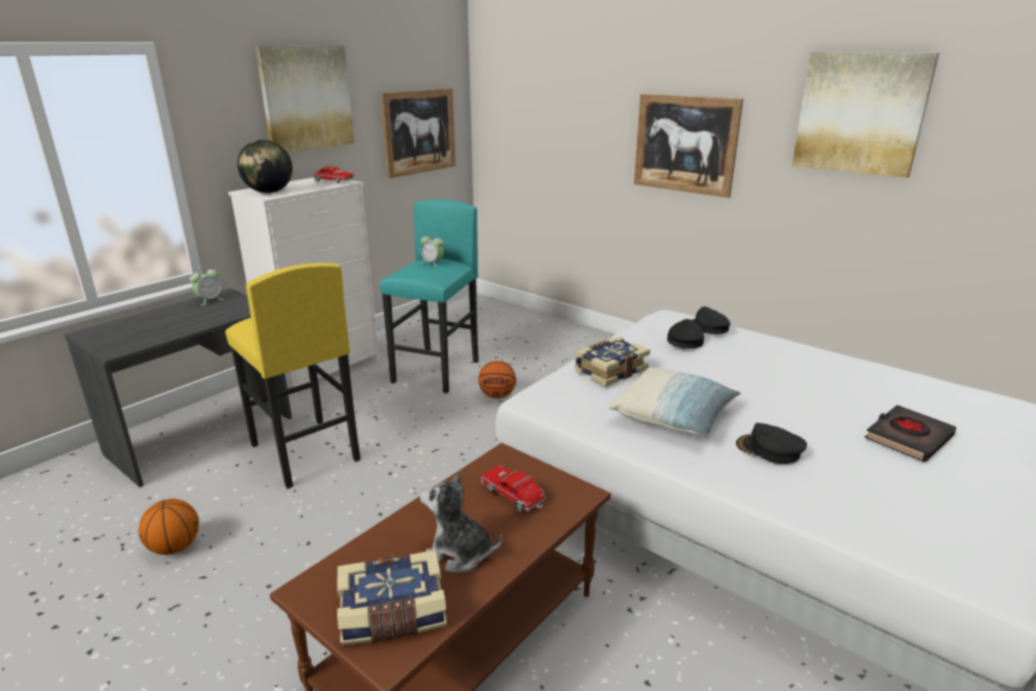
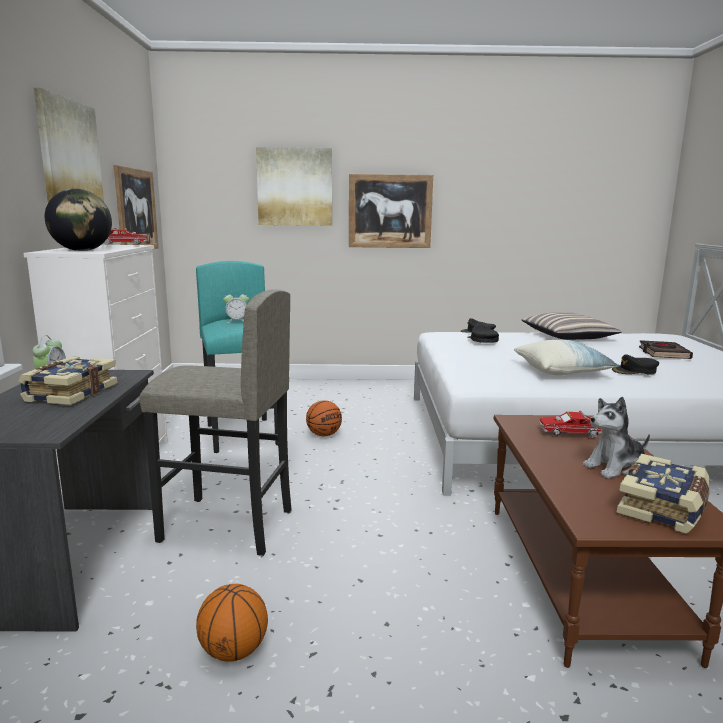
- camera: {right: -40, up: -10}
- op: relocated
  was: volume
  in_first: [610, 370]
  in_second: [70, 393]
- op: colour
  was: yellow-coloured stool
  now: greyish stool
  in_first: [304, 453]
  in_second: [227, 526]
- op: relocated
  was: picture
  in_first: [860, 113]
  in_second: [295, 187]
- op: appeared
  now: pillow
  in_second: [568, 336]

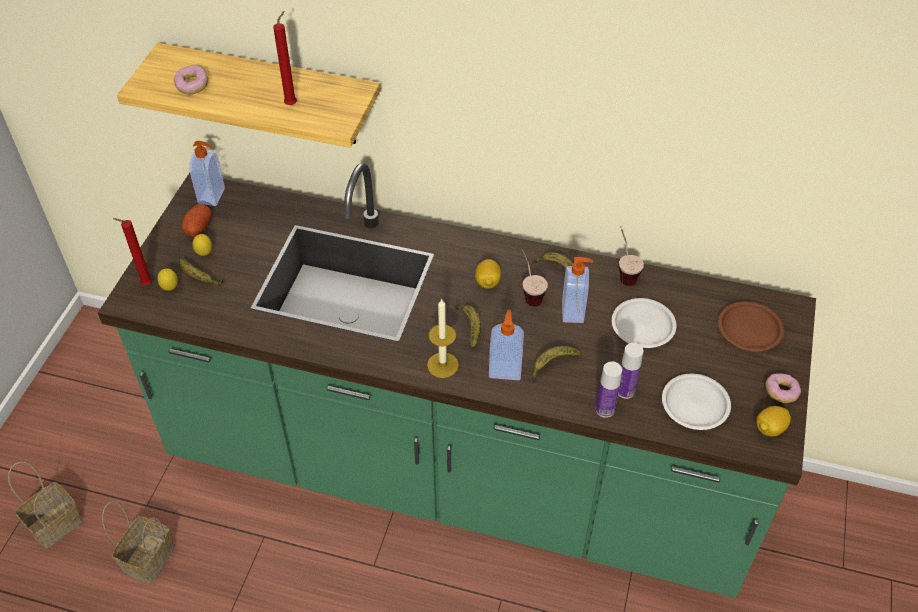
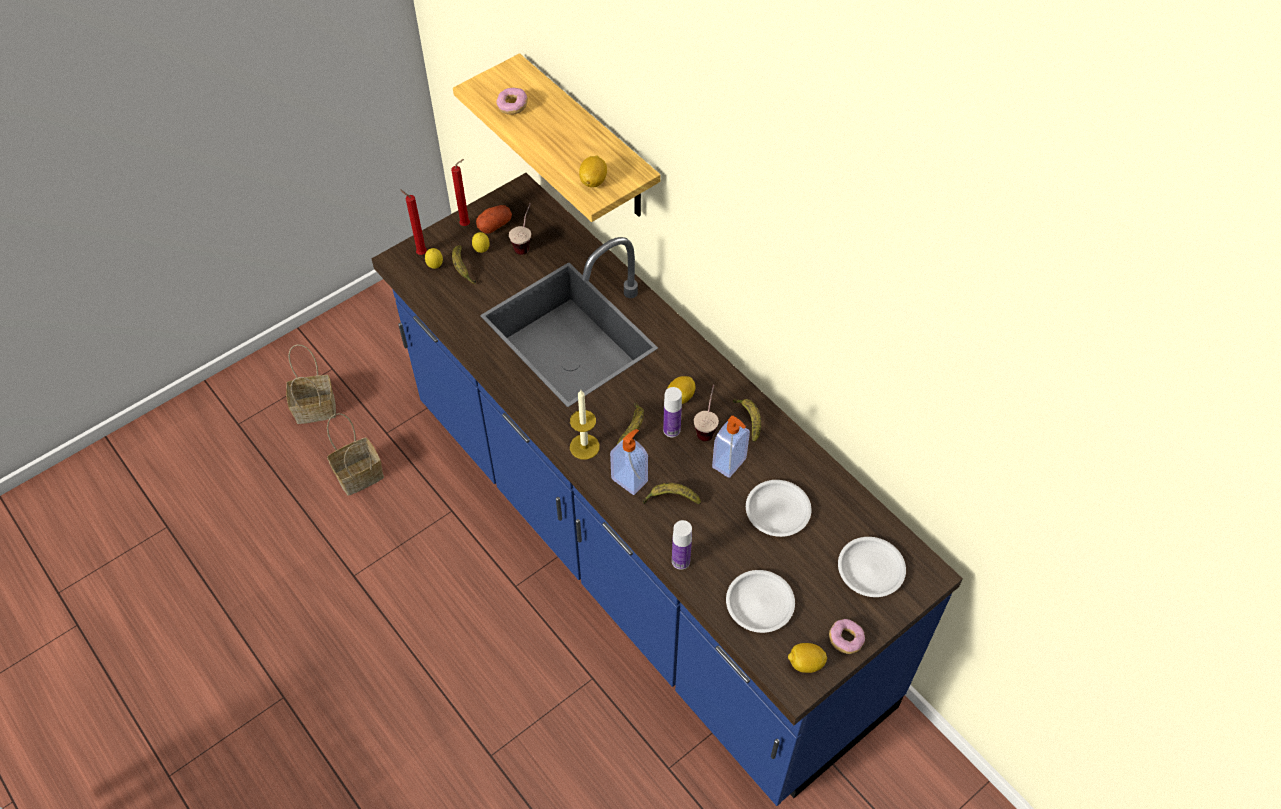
- camera: {right: 35, up: 5}
- op: colour
  was: green-coloured counter
  now: blue-coloured counter
  in_first: [459, 473]
  in_second: [640, 553]
- op: relocated
  was: reddish candle
  in_first: [292, 104]
  in_second: [467, 224]
- op: relocated
  was: cup
  in_first: [624, 272]
  in_second: [525, 243]
- op: appeared
  now: lemon
  in_second: [593, 181]
- op: relocated
  was: drink bottle
  in_first: [625, 391]
  in_second: [671, 430]
- op: colour
  was: brownish flat dish
  now: white flat dish
  in_first: [749, 329]
  in_second: [870, 569]
- op: missing
  was: liquid soap bottle
  in_first: [212, 196]

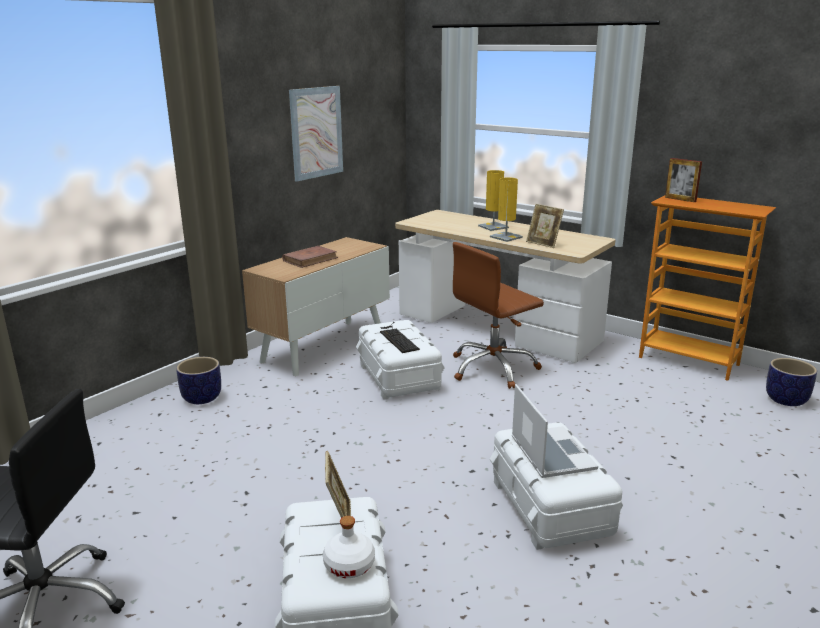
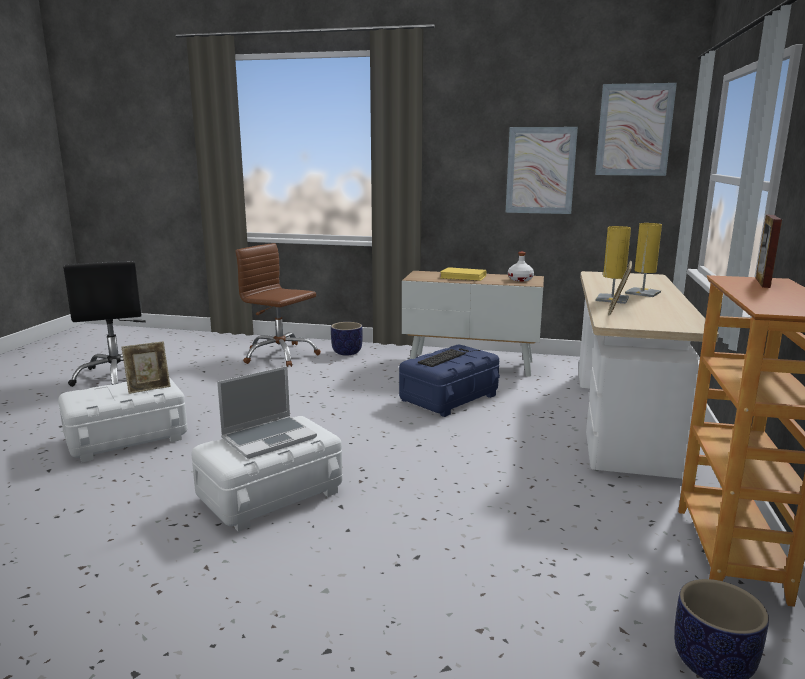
- camera: {right: 65, up: -5}
- op: relocated
  was: brownish computer chair
  in_first: [493, 368]
  in_second: [280, 355]
- op: colour
  was: white storage container
  now: blue-coloured storage container
  in_first: [399, 377]
  in_second: [449, 398]
- op: colour
  was: brownish volume
  now: yellow-coloured volume
  in_first: [310, 259]
  in_second: [463, 277]
- op: relocated
  was: white drink bottle
  in_first: [349, 565]
  in_second: [520, 279]
- op: appeared
  now: picture
  in_second: [634, 130]

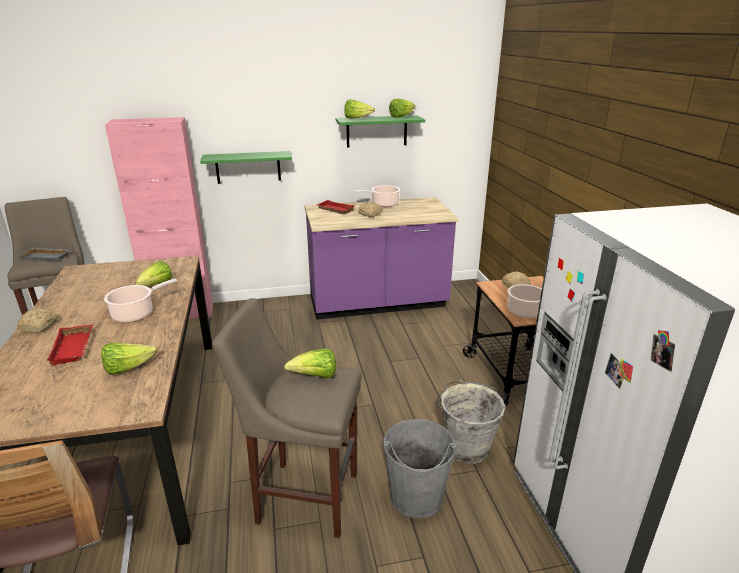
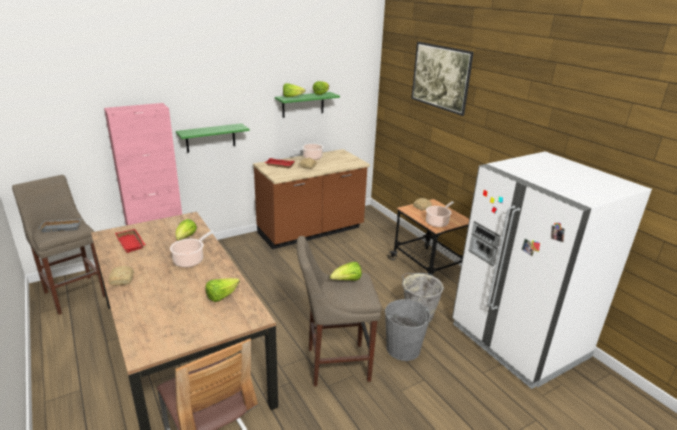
- camera: {right: -20, up: 0}
- op: relocated
  was: reddish serving tray
  in_first: [74, 348]
  in_second: [132, 243]
- op: colour
  was: purple counter
  now: brownish counter
  in_first: [378, 304]
  in_second: [311, 232]
- op: appeared
  now: picture
  in_second: [438, 92]

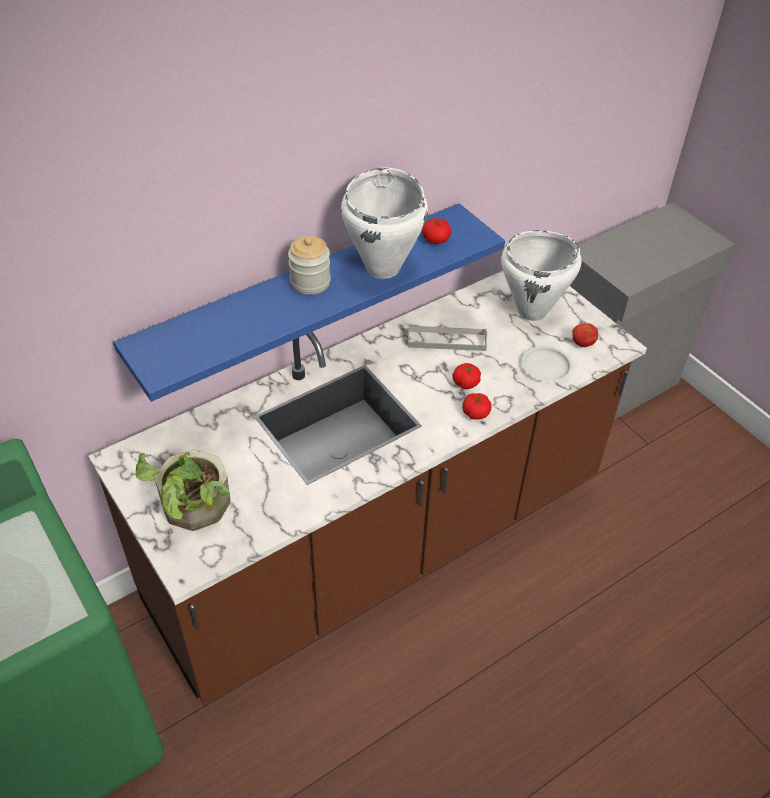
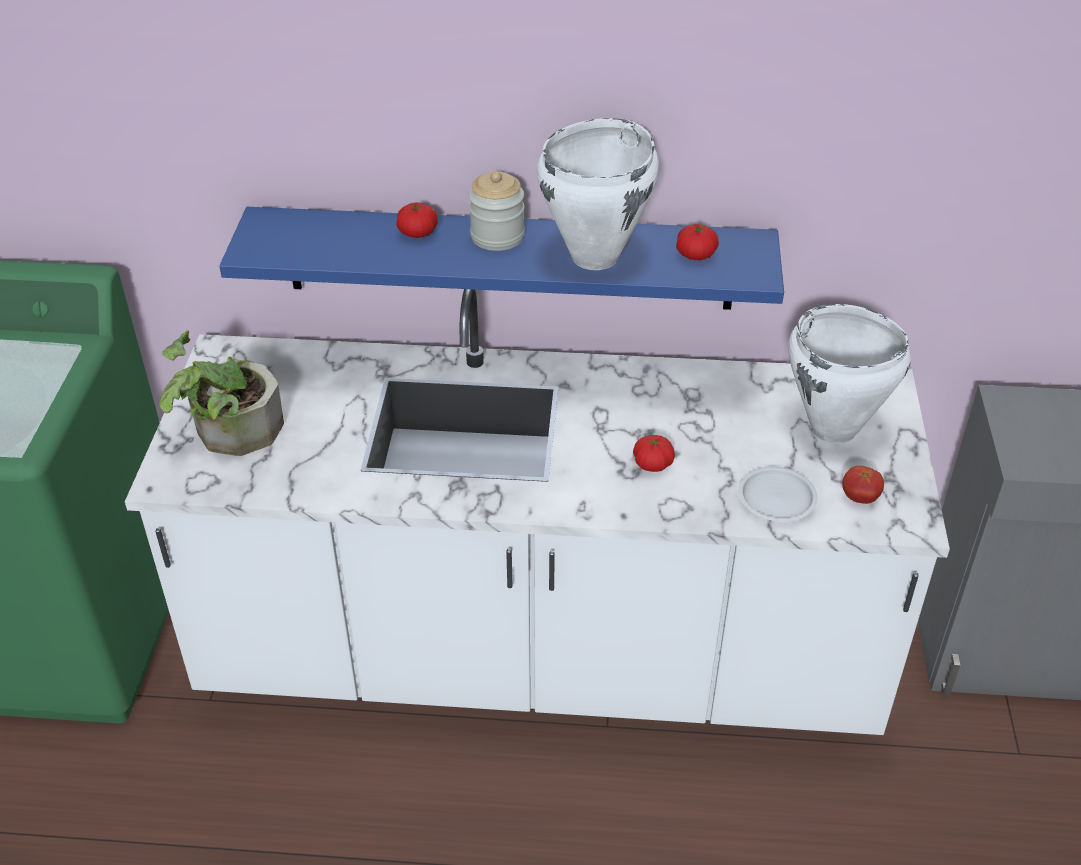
- camera: {right: 40, up: -5}
- op: colour
  was: brownish counter
  now: white counter
  in_first: [380, 543]
  in_second: [540, 656]
- op: relocated
  was: fresh tomato
  in_first: [475, 413]
  in_second: [417, 233]
- op: missing
  was: greyish serving tray
  in_first: [446, 340]

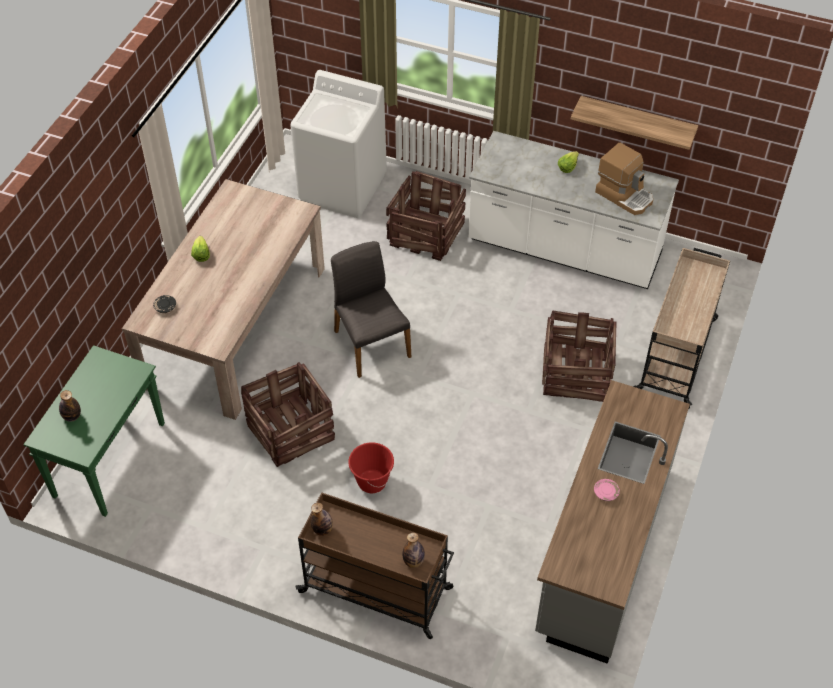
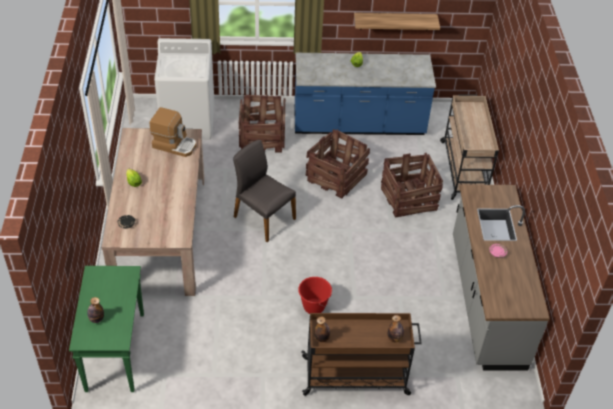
- camera: {right: -25, up: -5}
- op: relocated
  was: coffee machine
  in_first: [624, 195]
  in_second: [174, 145]
- op: colour
  was: white counter
  now: blue-coloured counter
  in_first: [564, 249]
  in_second: [358, 124]
- op: relocated
  was: packing crate
  in_first: [291, 431]
  in_second: [336, 177]

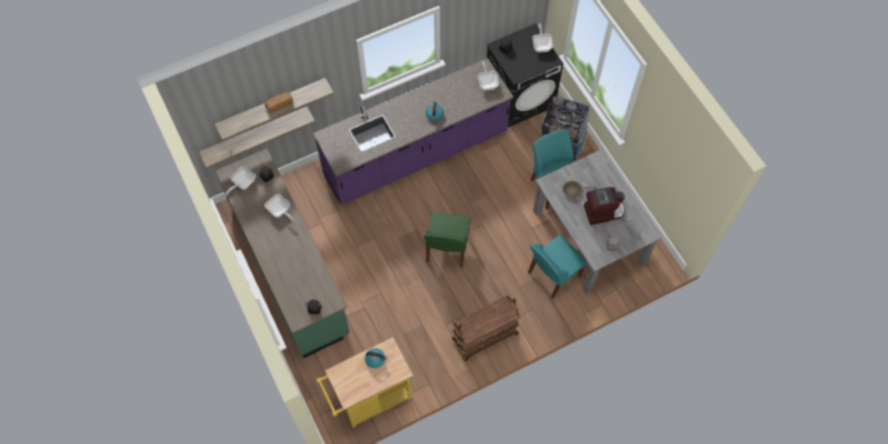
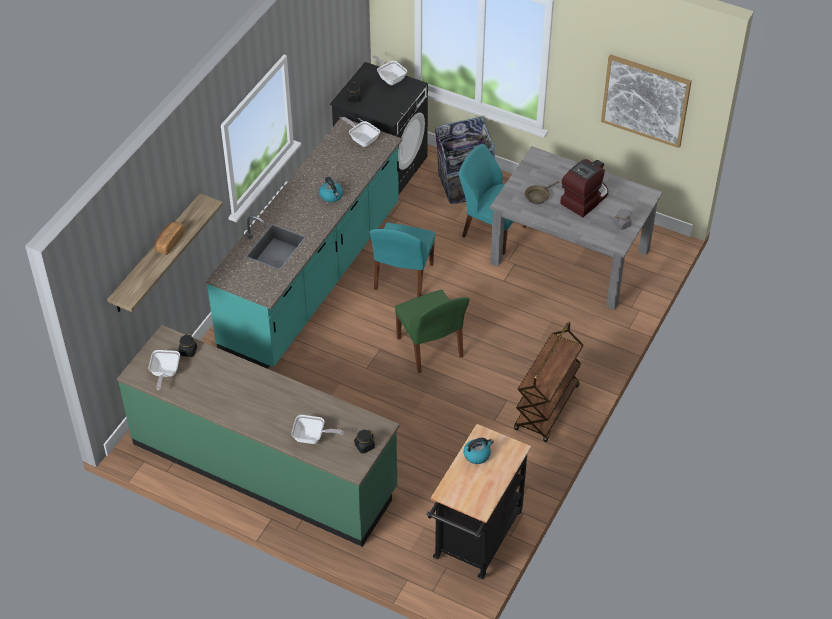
- camera: {right: -35, up: -15}
- op: colour
  was: purple counter
  now: turquoise counter
  in_first: [416, 154]
  in_second: [313, 277]
- op: relocated
  was: skillet
  in_first: [280, 211]
  in_second: [312, 437]
- op: relocated
  was: turquoise upright chair
  in_first: [553, 275]
  in_second: [403, 278]
- op: colour
  was: yellow-coloured wheeled cart
  now: blackish wheeled cart
  in_first: [369, 399]
  in_second: [475, 541]
- op: appeared
  now: picture
  in_second: [645, 100]
- op: missing
  was: shelf
  in_first: [255, 134]

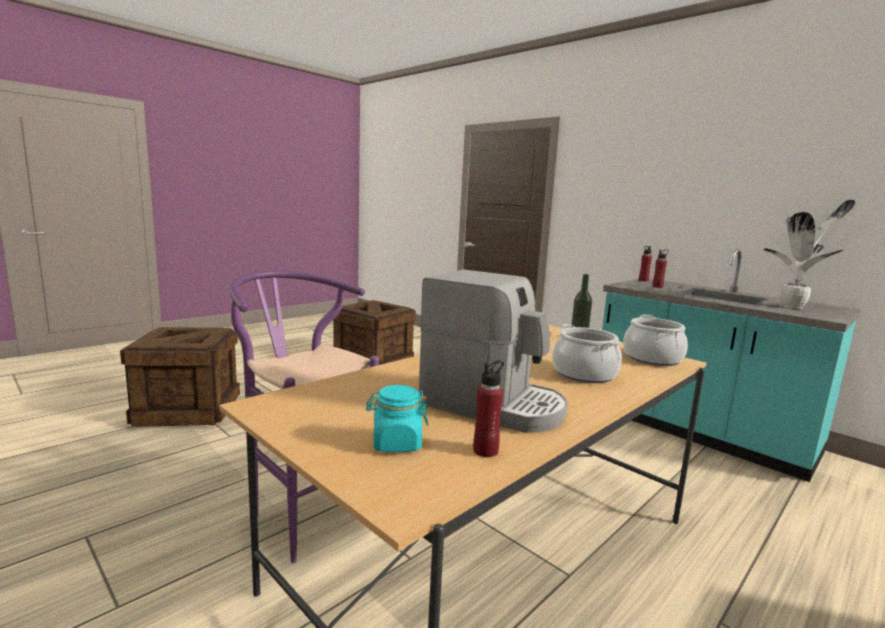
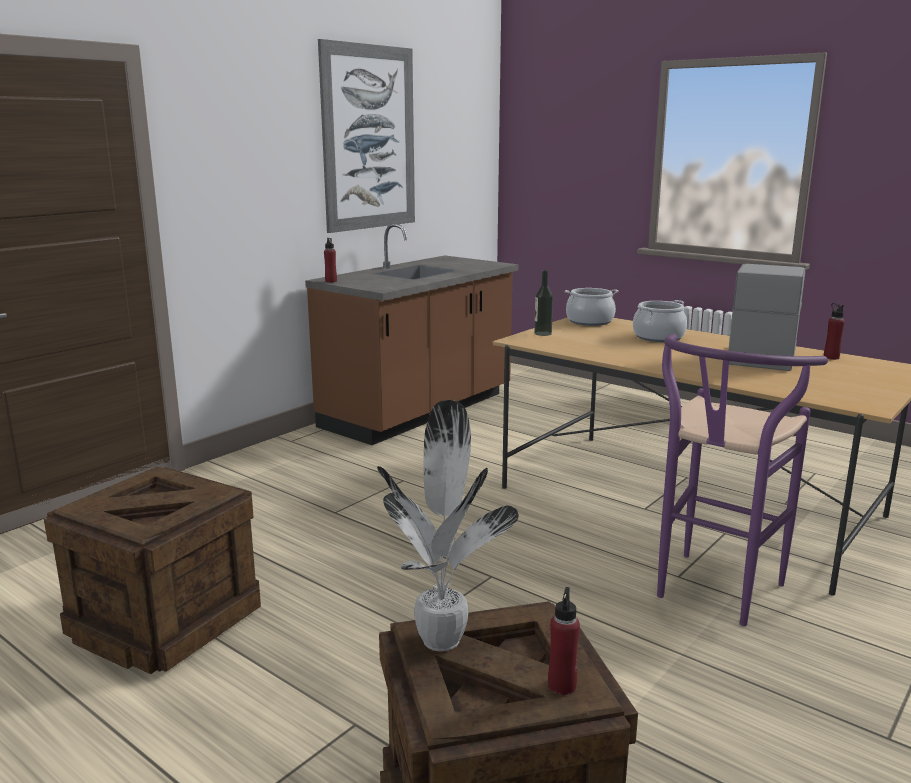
- camera: {right: -95, up: 5}
- op: colour
  was: turquoise counter
  now: brownish counter
  in_first: [699, 432]
  in_second: [419, 411]
- op: appeared
  now: picture
  in_second: [369, 138]
- op: relocated
  was: houseplant
  in_first: [794, 307]
  in_second: [442, 638]
- op: relocated
  was: reddish drink bottle
  in_first: [657, 287]
  in_second: [562, 685]
- op: missing
  was: turquoise preserve jar
  in_first: [396, 443]

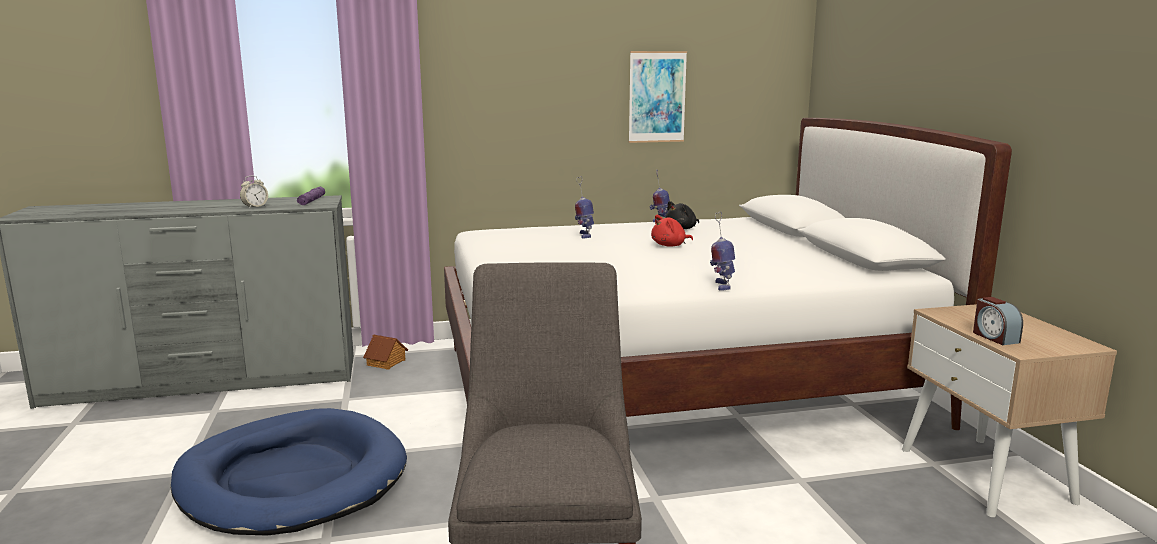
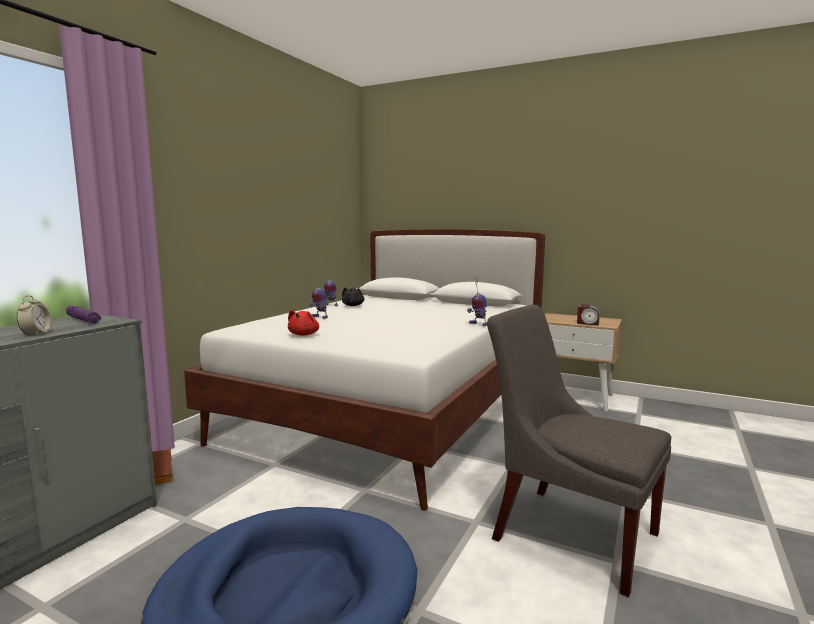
- camera: {right: -50, up: -5}
- op: relocated
  was: reddish plush toy
  in_first: [670, 245]
  in_second: [304, 335]
- op: missing
  was: picture
  in_first: [657, 97]

